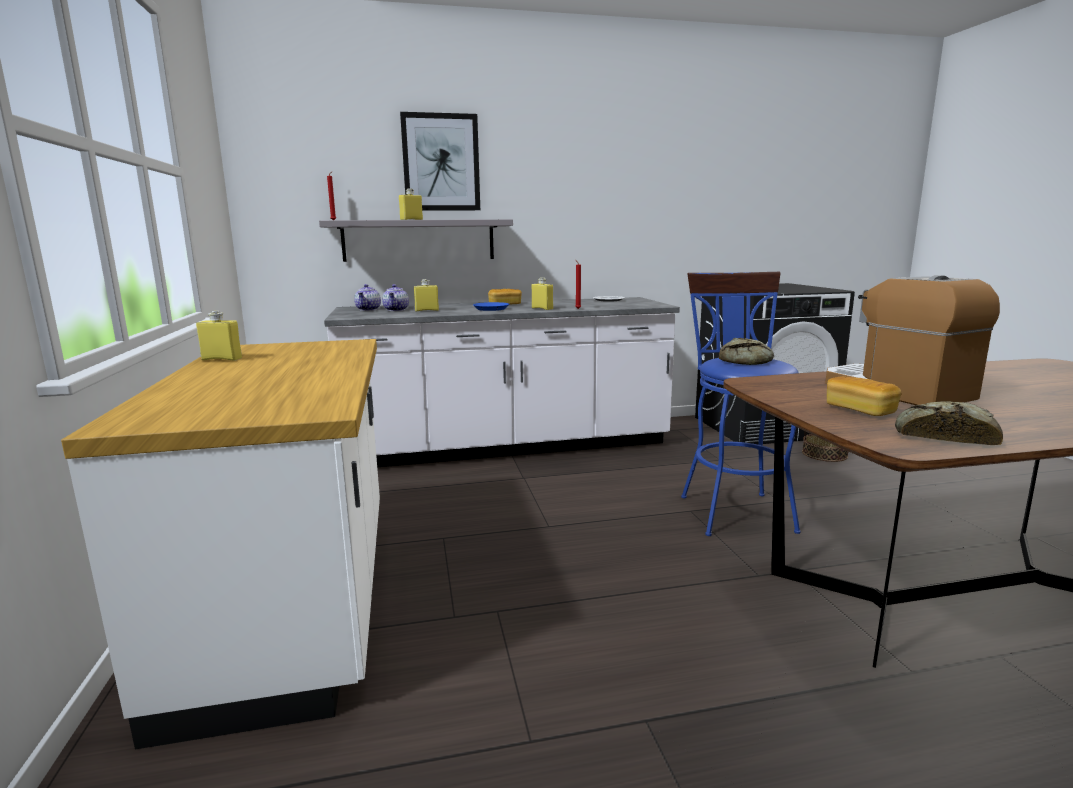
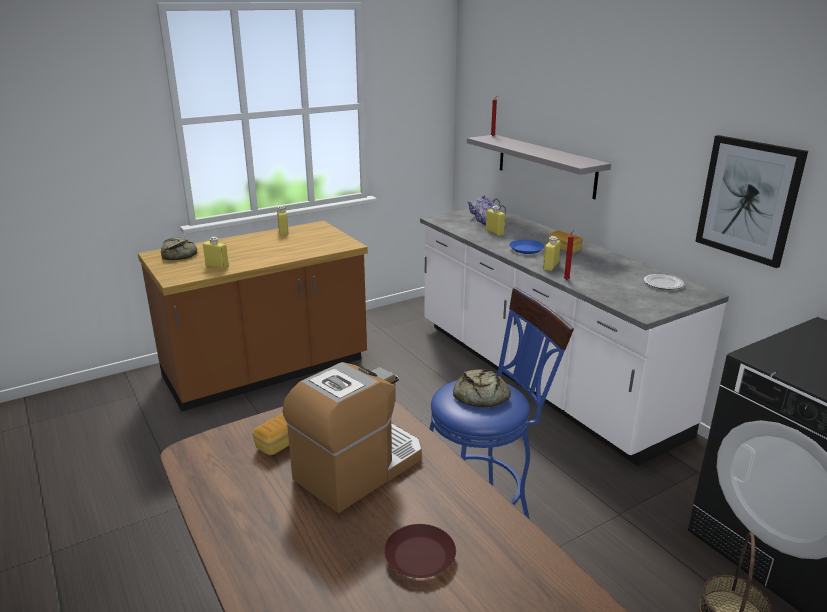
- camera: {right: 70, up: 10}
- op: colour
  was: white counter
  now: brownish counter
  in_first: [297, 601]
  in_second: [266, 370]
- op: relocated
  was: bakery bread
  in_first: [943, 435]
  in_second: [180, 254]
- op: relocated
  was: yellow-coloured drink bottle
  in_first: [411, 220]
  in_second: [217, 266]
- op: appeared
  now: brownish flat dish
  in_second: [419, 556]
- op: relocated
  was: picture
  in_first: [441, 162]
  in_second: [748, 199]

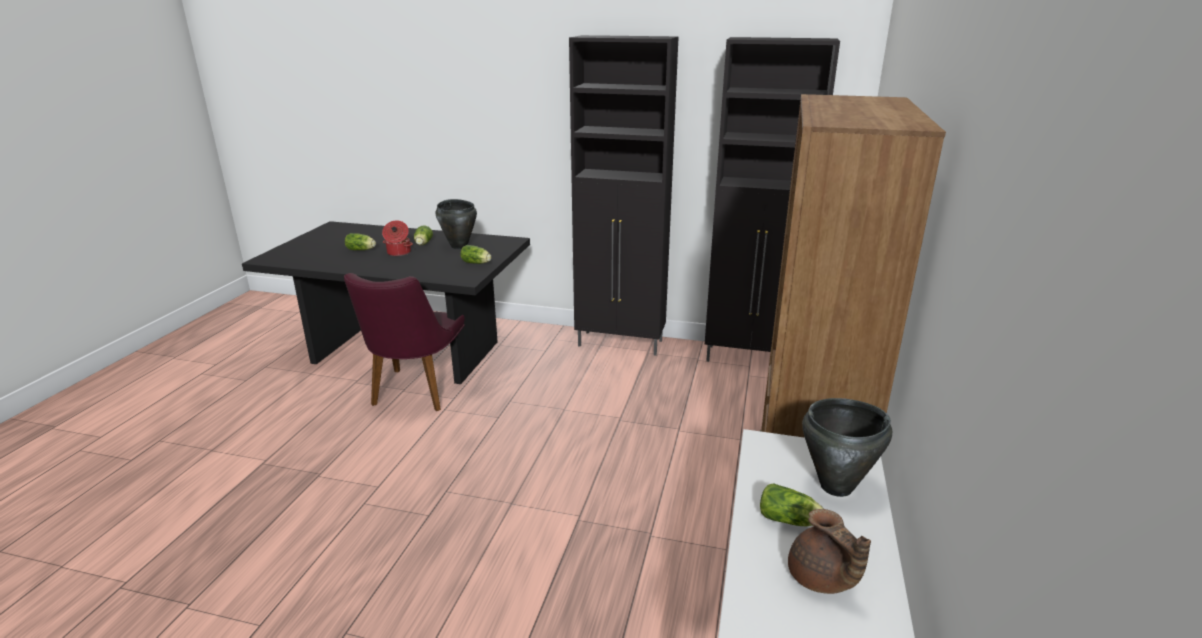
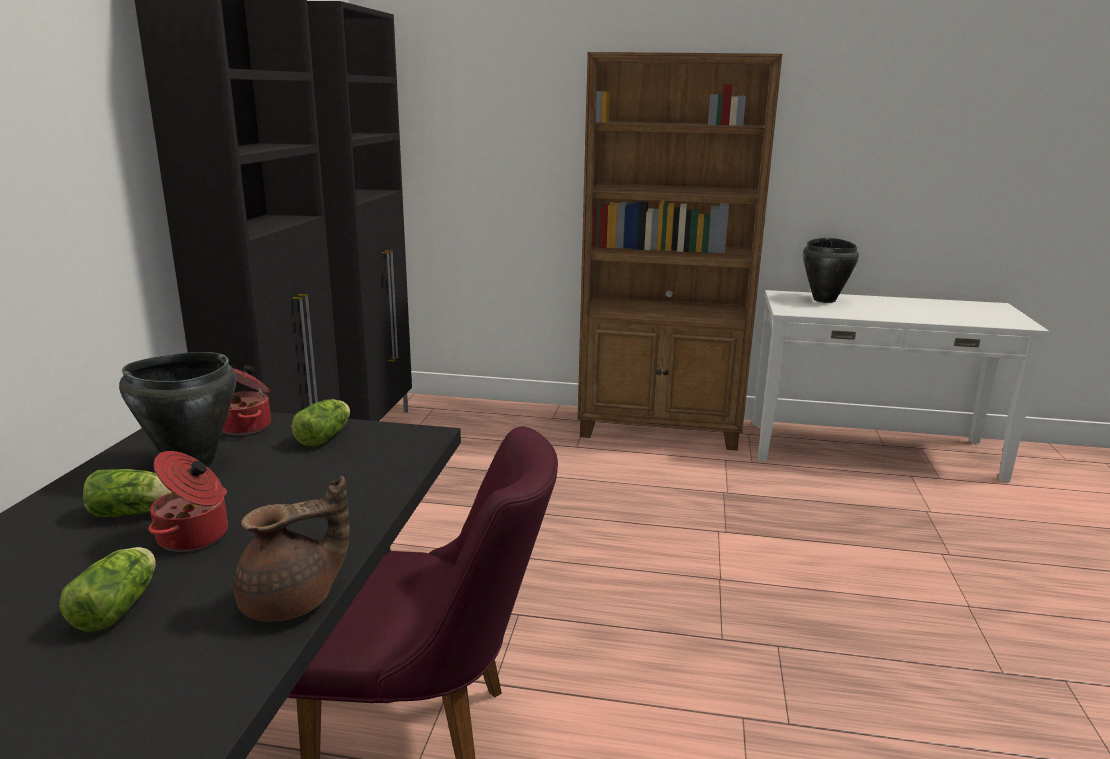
- camera: {right: -95, up: -5}
- op: appeared
  now: stockpot
  in_second: [247, 426]
- op: relocated
  was: brownish tea pot
  in_first: [820, 579]
  in_second: [292, 602]
- op: missing
  was: lettuce head
  in_first: [790, 521]

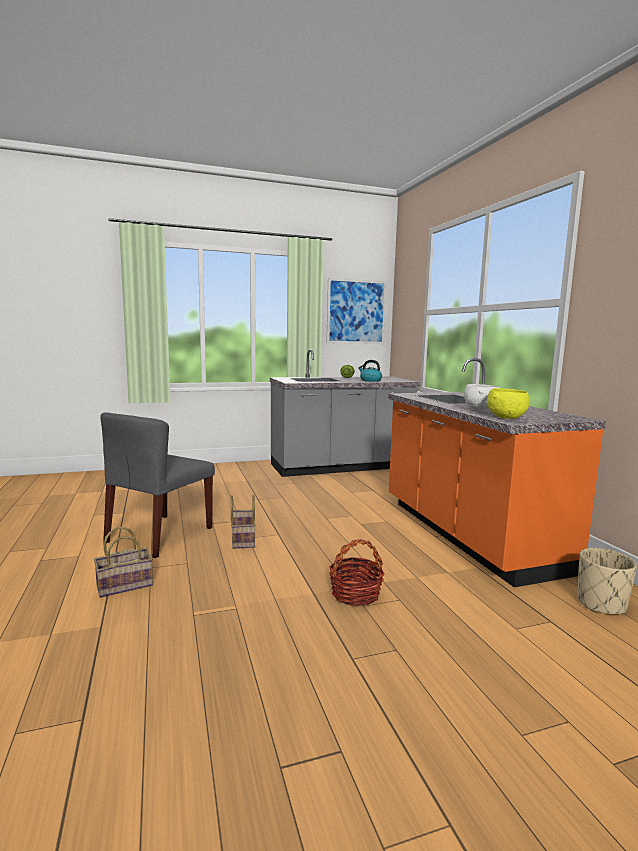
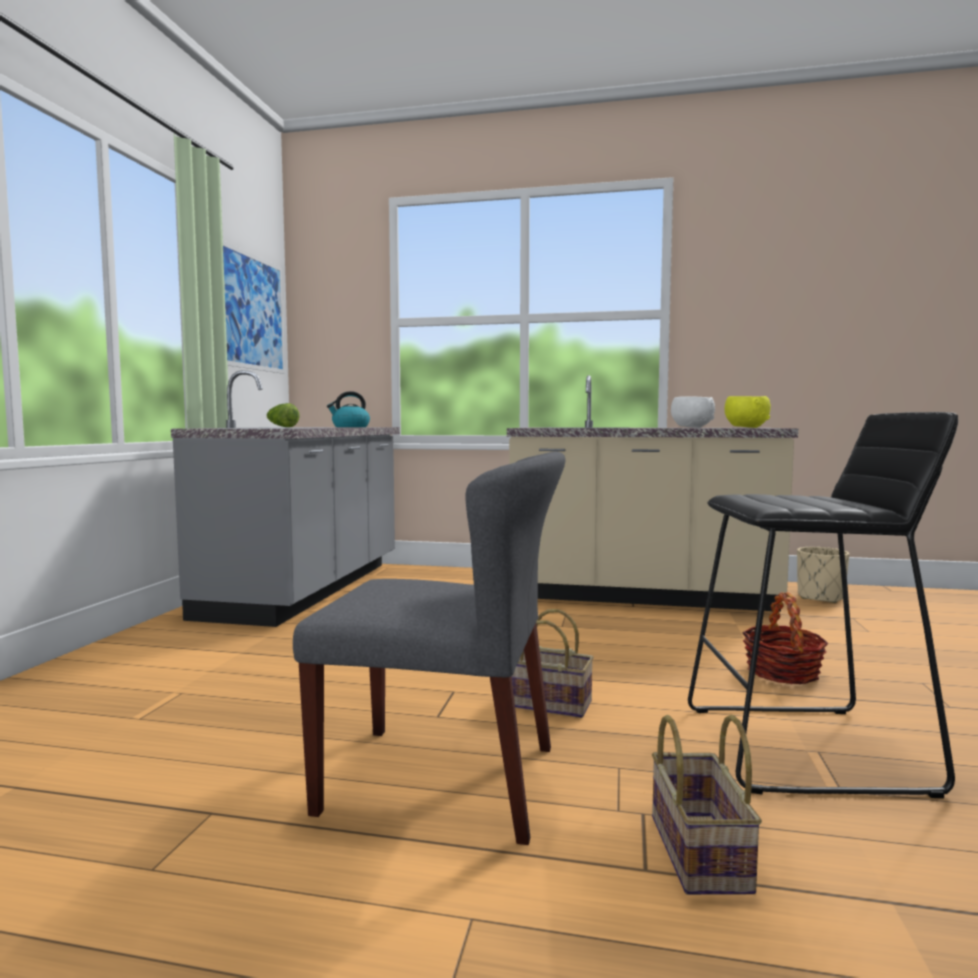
- camera: {right: -60, up: -5}
- op: spun
  was: greyish upright chair
  in_first: [159, 535]
  in_second: [442, 779]
  clockwise: -45
- op: colour
  was: orange counter
  now: beige-coloured counter
  in_first: [467, 534]
  in_second: [640, 595]
- op: appeared
  now: blackish stool
  in_second: [806, 749]

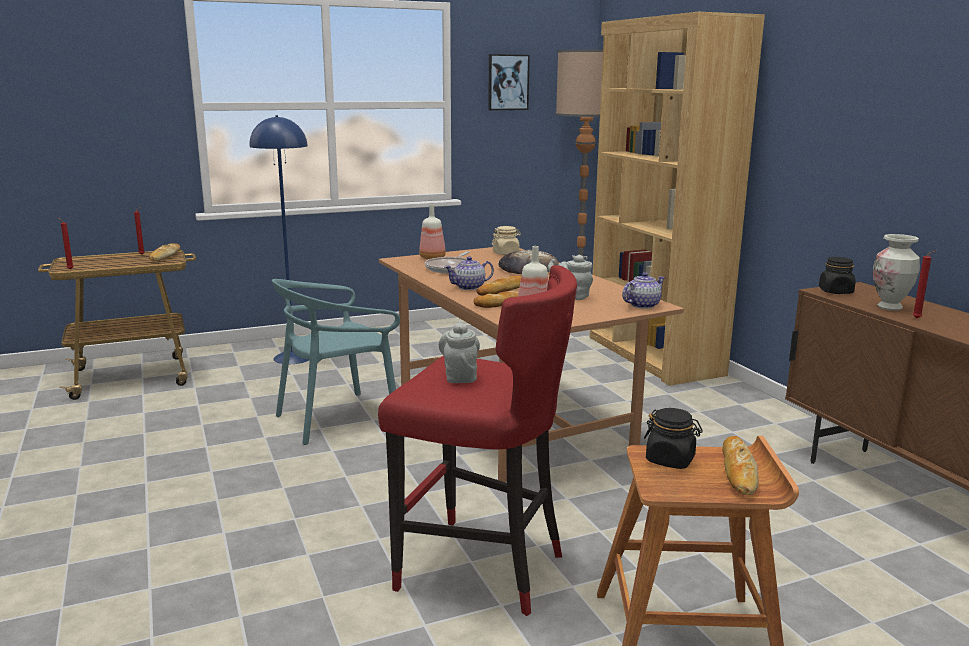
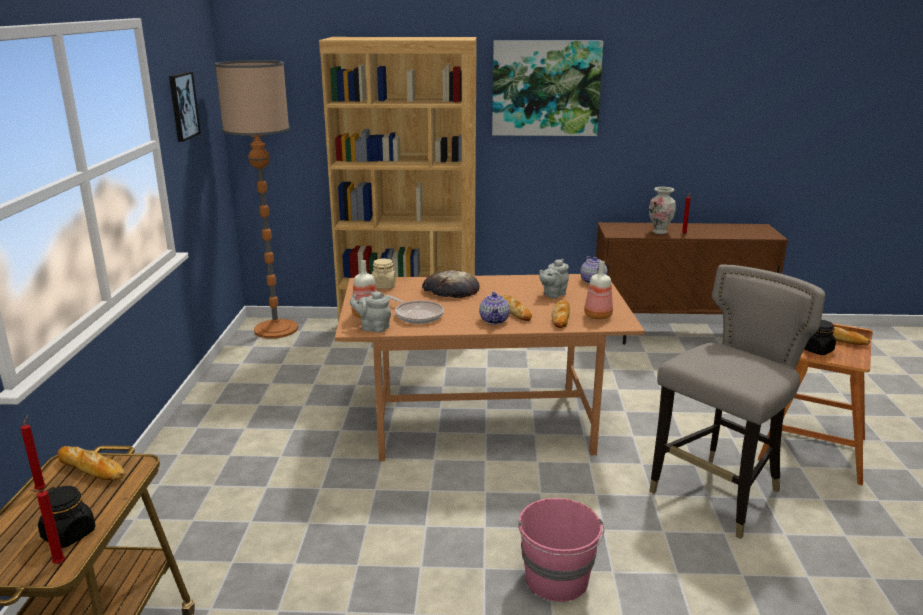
- camera: {right: -65, up: 5}
- op: relocated
  was: blackish preserve jar
  in_first: [835, 291]
  in_second: [69, 534]
- op: relocated
  was: greyish tea pot
  in_first: [460, 376]
  in_second: [373, 328]
- op: appeared
  now: picture
  in_second: [546, 88]
- op: appeared
  now: pink-coloured pail
  in_second: [557, 580]
- op: colour
  was: reddish stool
  now: greyish stool
  in_first: [482, 569]
  in_second: [719, 494]
- op: missing
  was: blue-coloured standing lamp
  in_first: [293, 357]
- op: missing
  was: turquoise upright chair
  in_first: [337, 419]

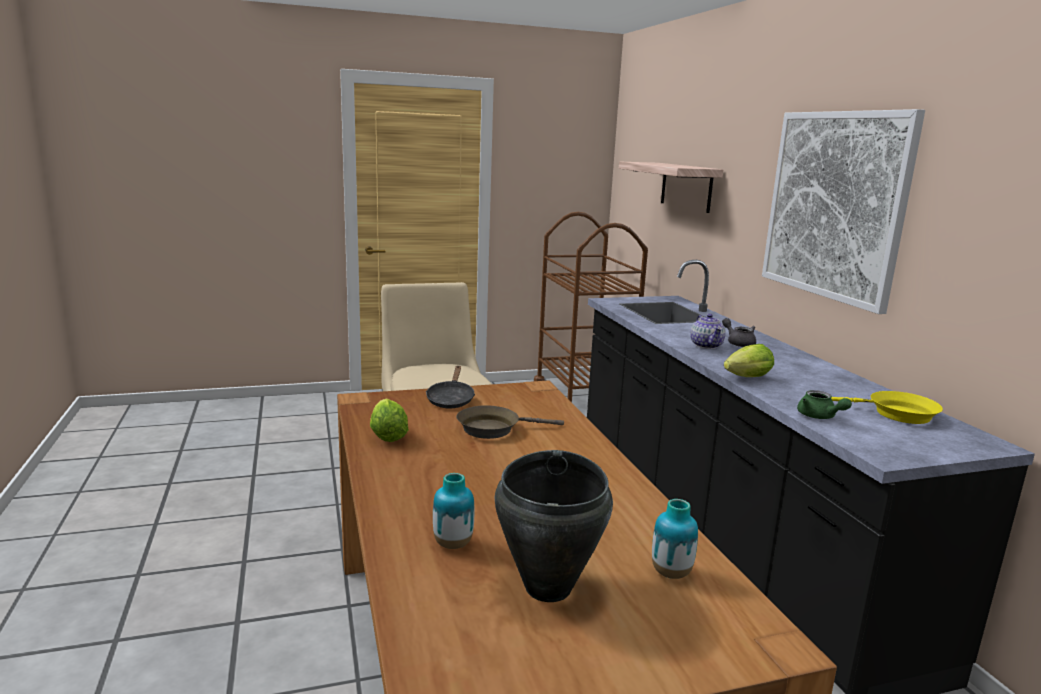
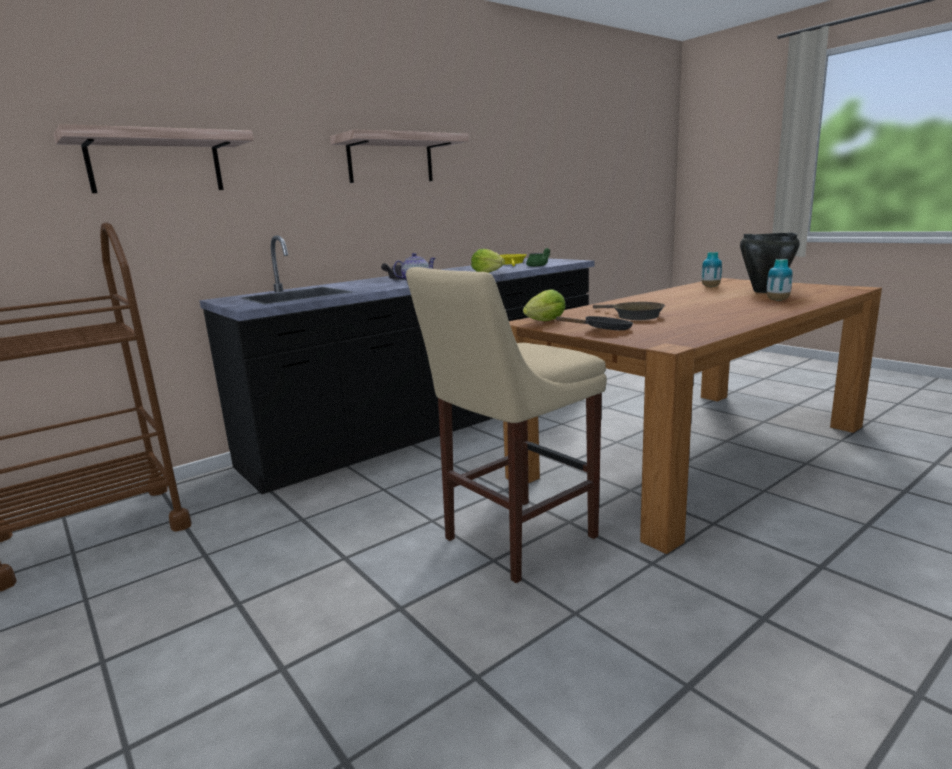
- camera: {right: -110, up: 0}
- op: exchanged
  was: picture
  now: shelf
  in_first: [835, 205]
  in_second: [390, 160]
- op: relocated
  was: lettuce head
  in_first: [387, 435]
  in_second: [543, 322]

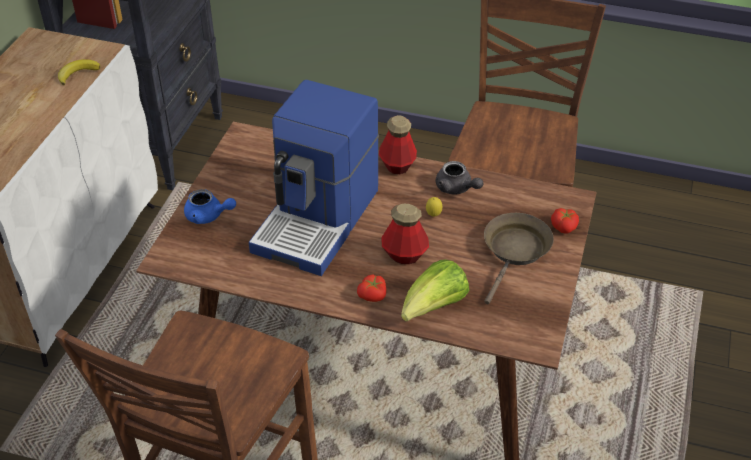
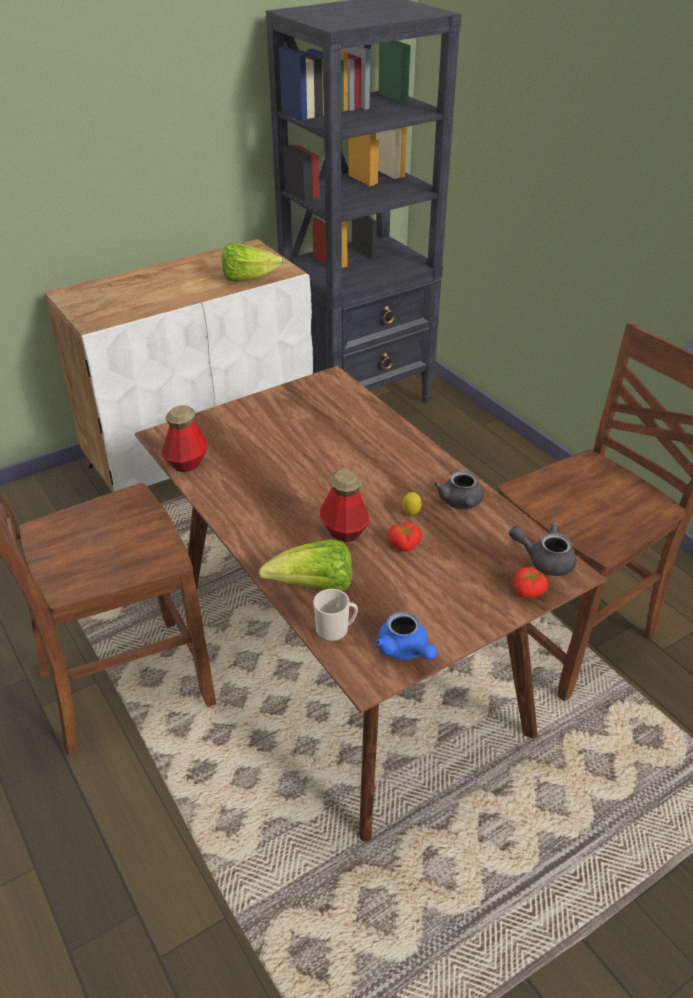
- camera: {right: 40, up: -5}
- op: relocated
  was: drink bottle
  in_first: [397, 165]
  in_second: [187, 463]
- op: exchanged
  was: banana fruit
  now: lettuce head
  in_first: [77, 73]
  in_second: [248, 279]
- op: appeared
  now: coffee mug
  in_second: [335, 630]
- op: relocated
  was: blue-coloured tea pot
  in_first: [208, 216]
  in_second: [405, 650]
- op: relocated
  was: fresh tomato
  in_first: [373, 296]
  in_second: [404, 545]
- op: appeared
  now: greyish tea pot
  in_second: [544, 560]
- op: missing
  was: coffee machine
  in_first: [318, 220]
- op: missing
  was: brownish skillet
  in_first: [515, 251]

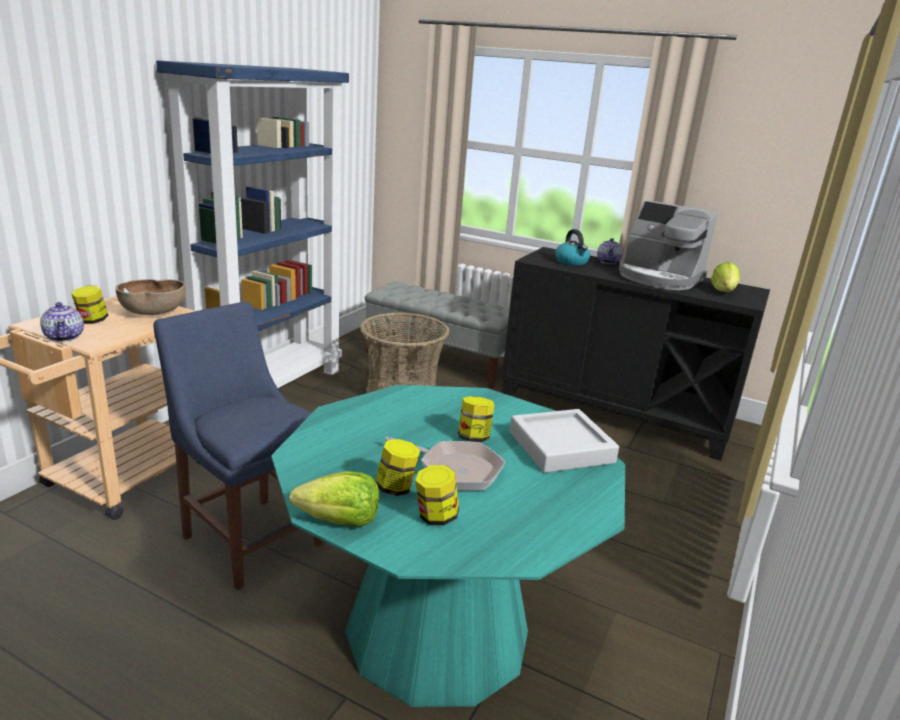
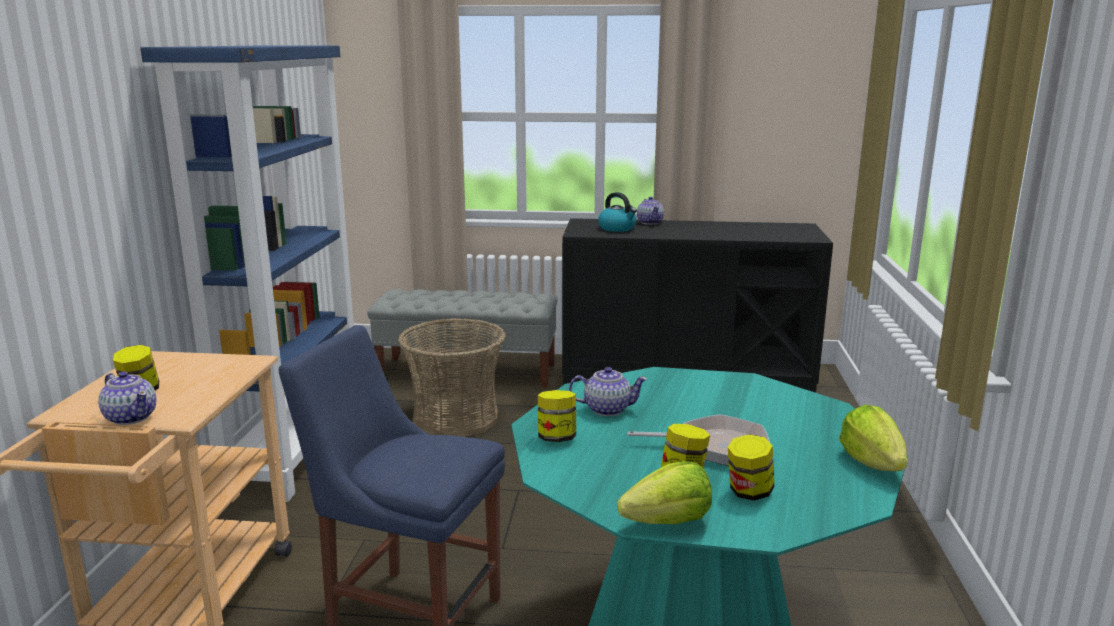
- camera: {right: -20, up: -5}
- op: relocated
  was: preserve jar
  in_first: [474, 437]
  in_second: [557, 438]
- op: appeared
  now: tea pot
  in_second: [606, 409]
- op: relocated
  was: lettuce head
  in_first: [723, 291]
  in_second: [872, 463]
- op: missing
  was: brownish deep dish
  in_first: [153, 313]
- op: missing
  was: greyish serving tray
  in_first: [561, 447]
- op: missing
  was: coffee machine
  in_first: [659, 278]

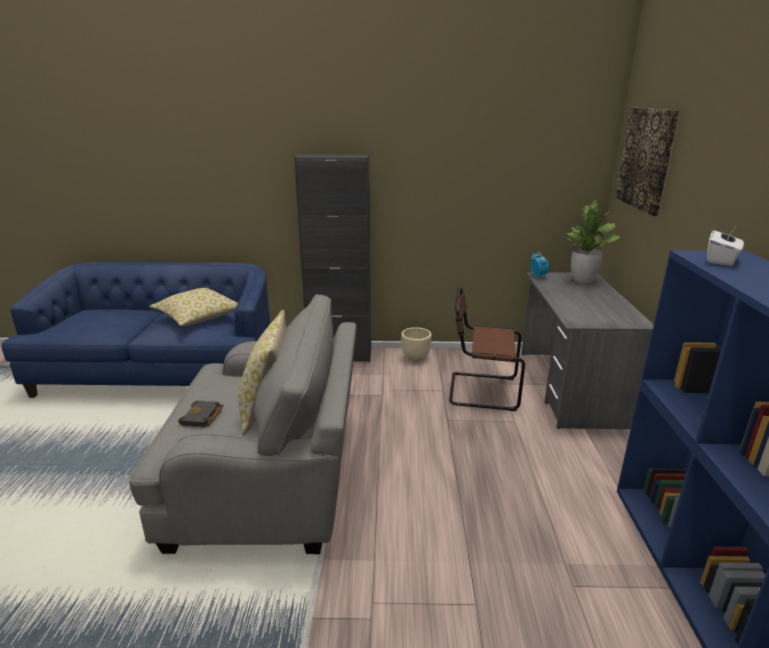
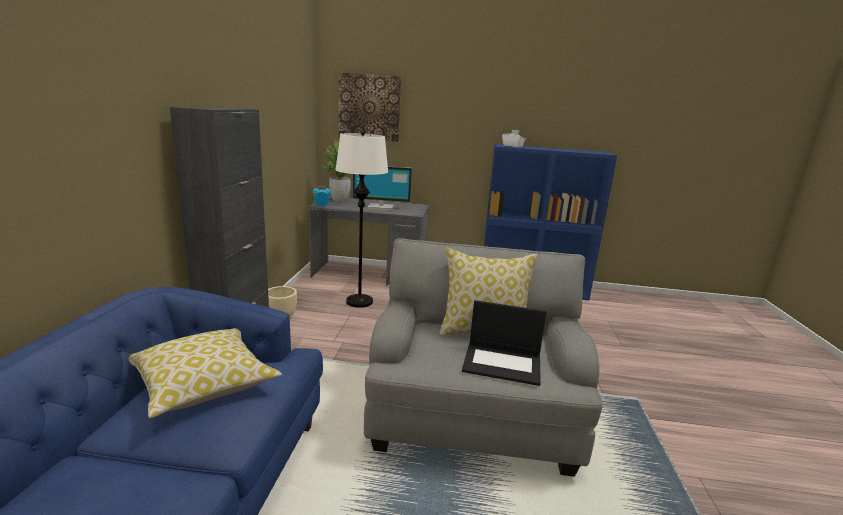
- camera: {right: -85, up: -5}
- op: exchanged
  was: brownish upright chair
  now: white standing lamp
  in_first: [480, 391]
  in_second: [359, 302]
- op: appeared
  now: monitor
  in_second: [381, 207]
- op: exchanged
  was: blackish volume
  now: notebook computer
  in_first: [202, 417]
  in_second: [503, 364]

